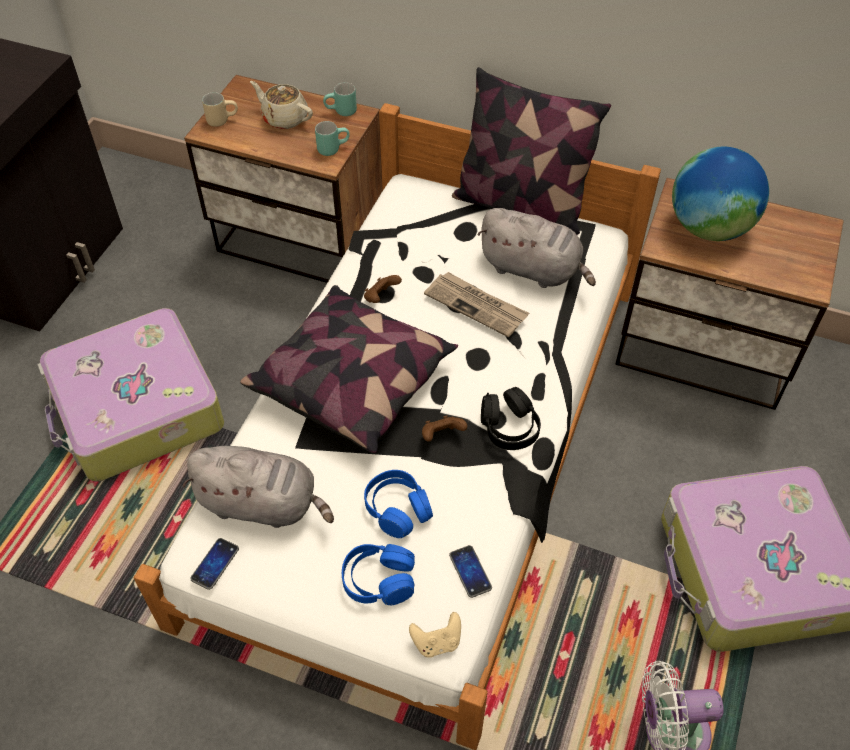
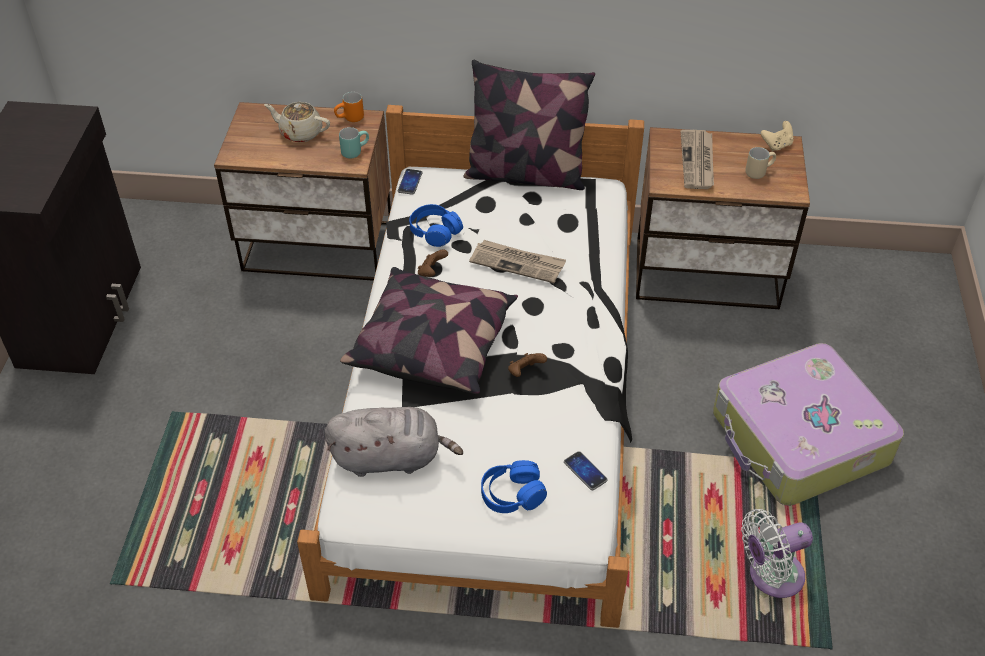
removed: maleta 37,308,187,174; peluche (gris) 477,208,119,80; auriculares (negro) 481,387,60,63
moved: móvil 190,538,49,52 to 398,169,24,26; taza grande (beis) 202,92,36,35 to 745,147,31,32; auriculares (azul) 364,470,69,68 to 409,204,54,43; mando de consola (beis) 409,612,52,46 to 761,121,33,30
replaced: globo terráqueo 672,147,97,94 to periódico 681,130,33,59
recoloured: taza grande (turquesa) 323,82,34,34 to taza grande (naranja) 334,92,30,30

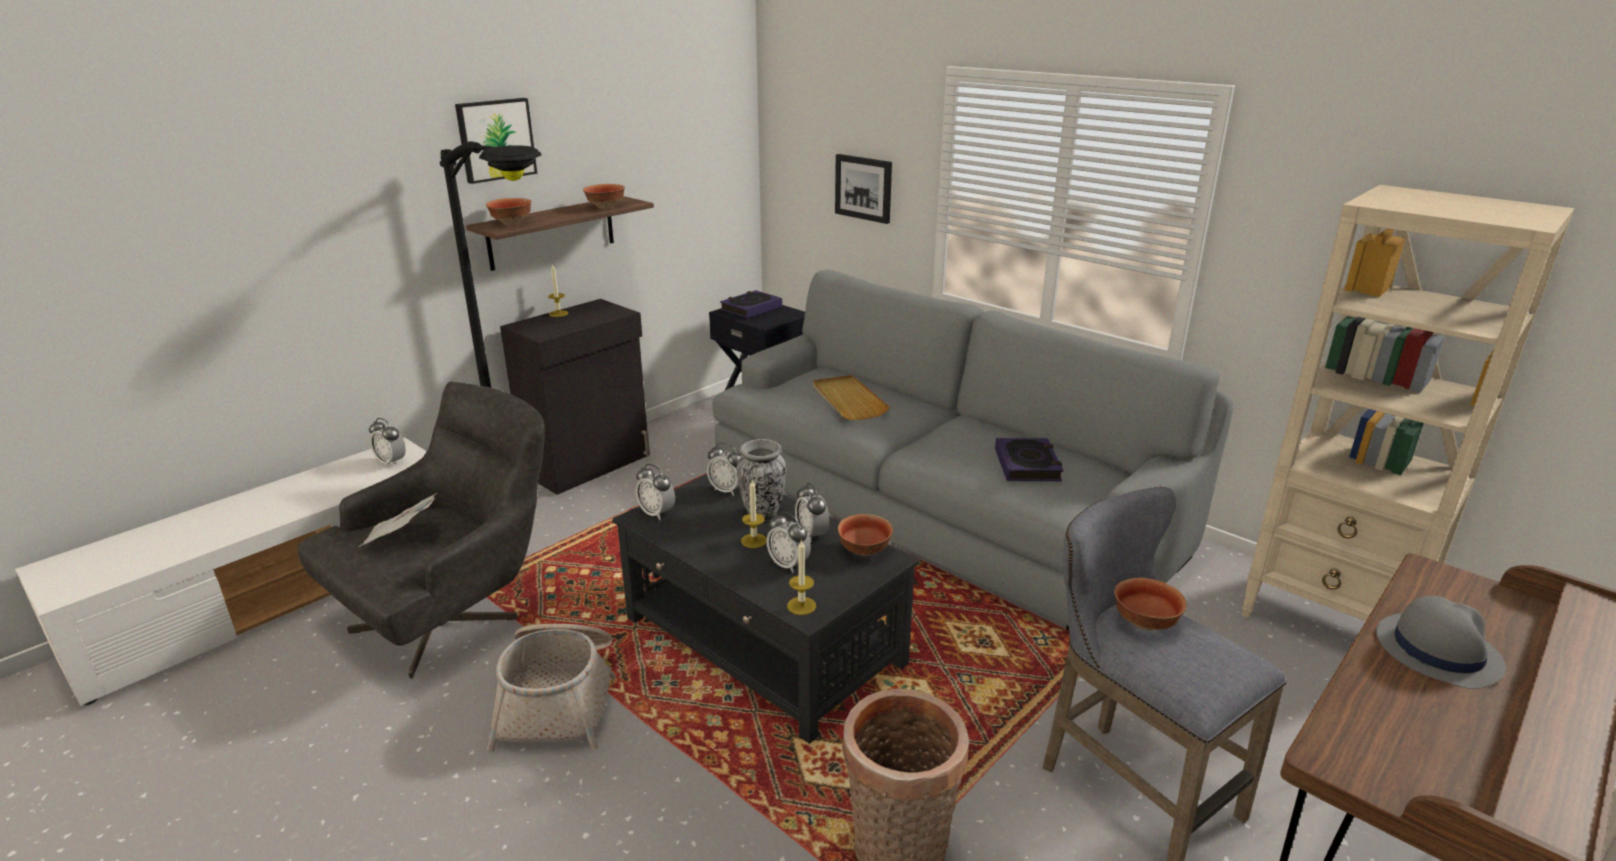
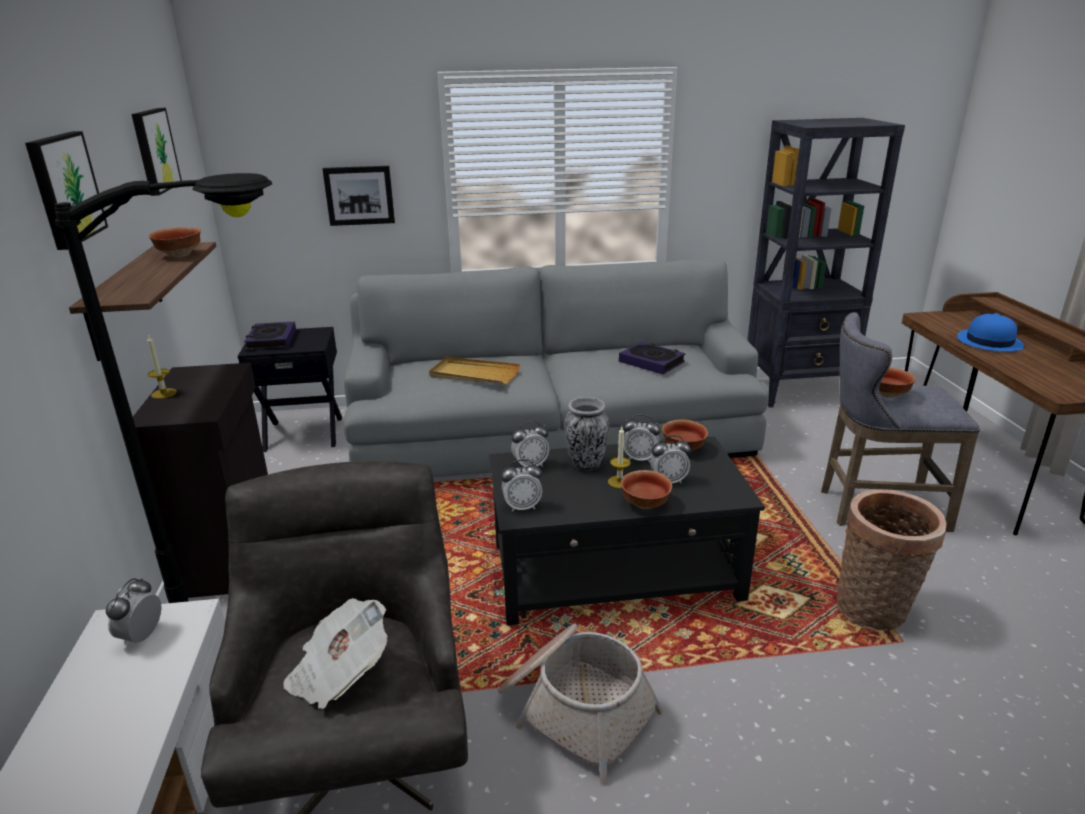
removed: vela 787,539,29,76
added: cuadro 131,108,51,88
moved: cuenco 486,198,45,27 to 621,470,51,39
recoloured: estantería (beis) 1242,185,333,436 to estantería (negro) 747,118,158,290; sombrero (gris) 1376,596,130,93 to sombrero (azul) 957,313,67,39
turned: despertador 369,418,37,49 = 106,578,56,67 120 degrees clockwise

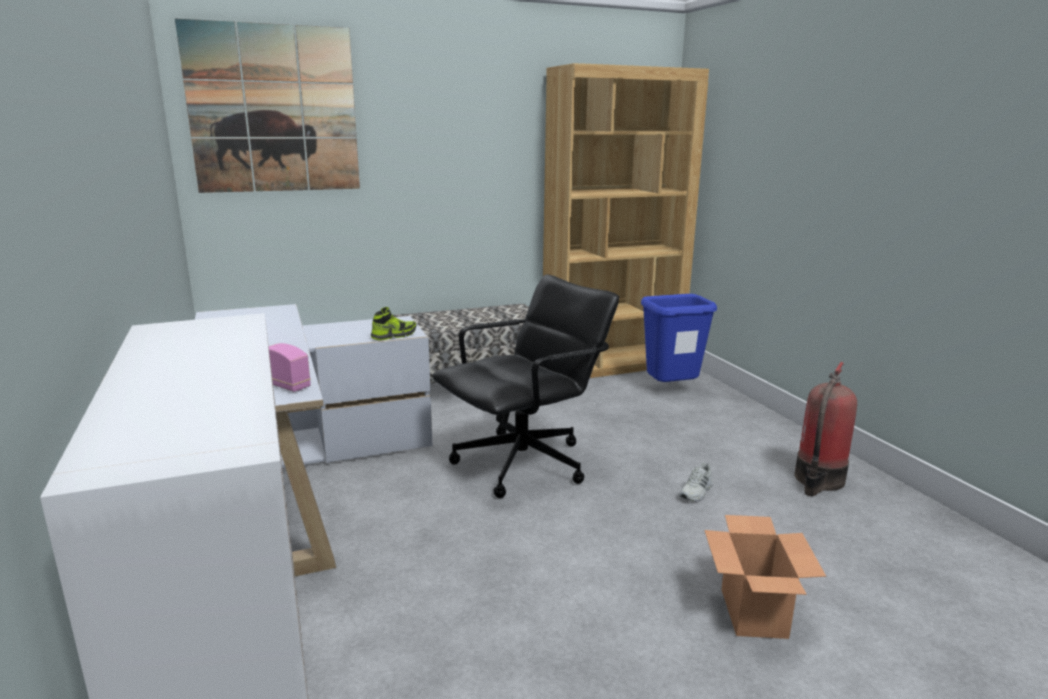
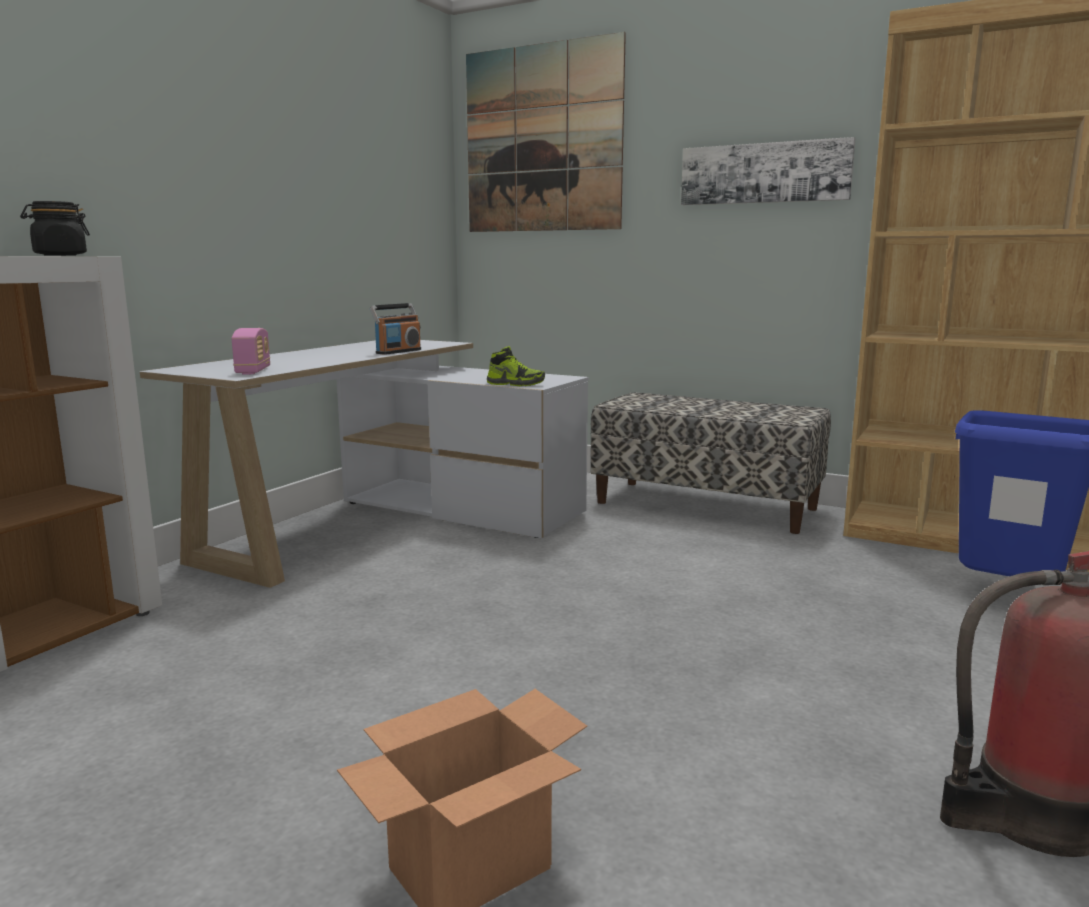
removed: silla de oficina (negro) 432,274,187,224; zapato (blanco) 679,462,34,39
added: tarro (negro) 20,201,70,55; radio 370,303,51,52; cuadro 681,137,174,68

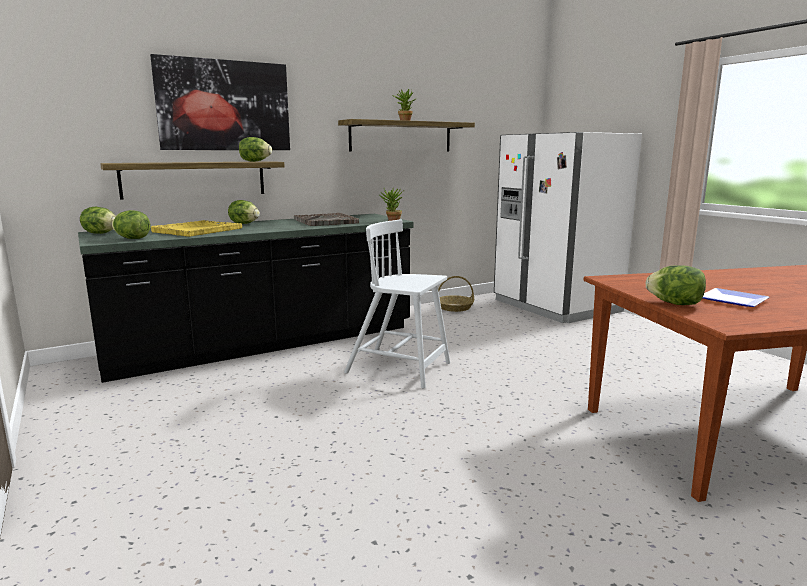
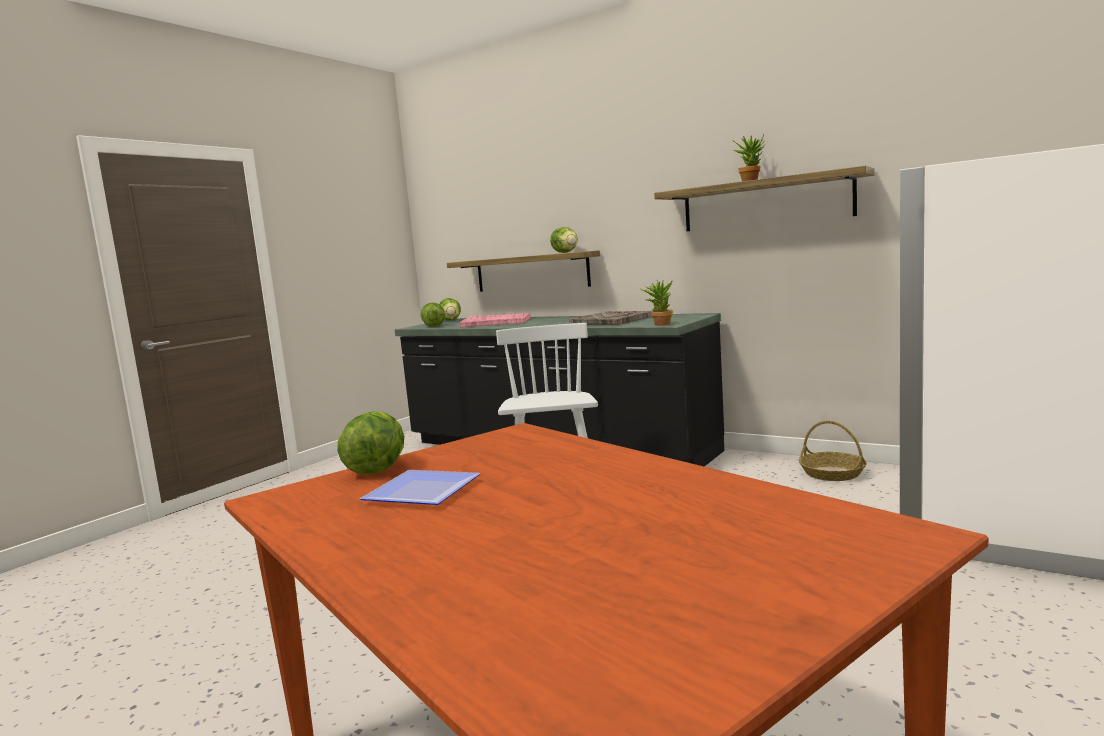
removed: cuadro 150,54,140,96; lechuga 228,200,32,24
recoloured: bandeja (amarillo) 151,220,91,17 to bandeja (rosa) 459,313,72,15

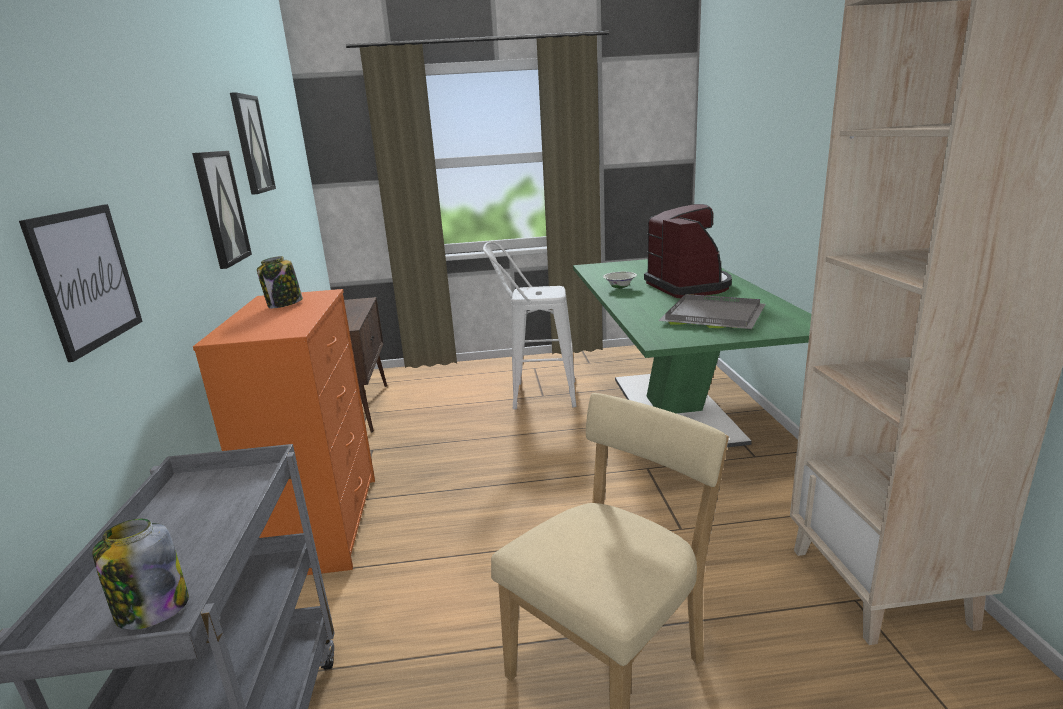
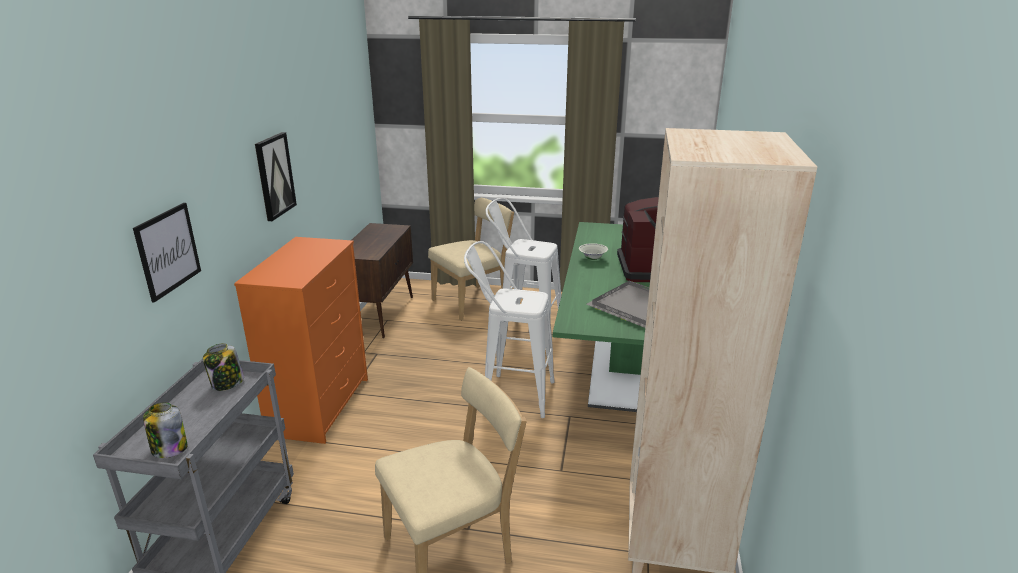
removed: cuadro 230,92,46,103
added: silla (beis) 428,198,86,122; taburete (blanco) 464,241,91,177
moved: tarro 257,256,46,52 to 203,343,41,48

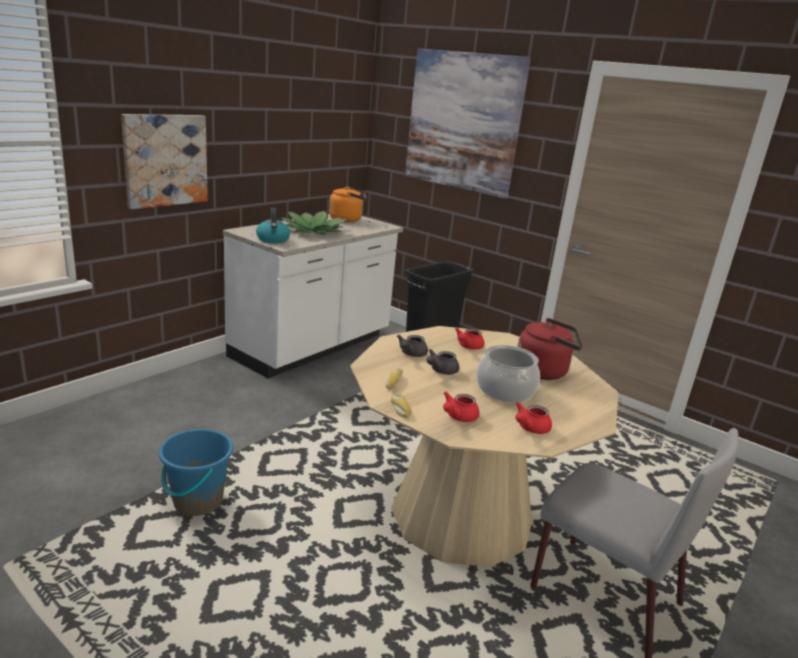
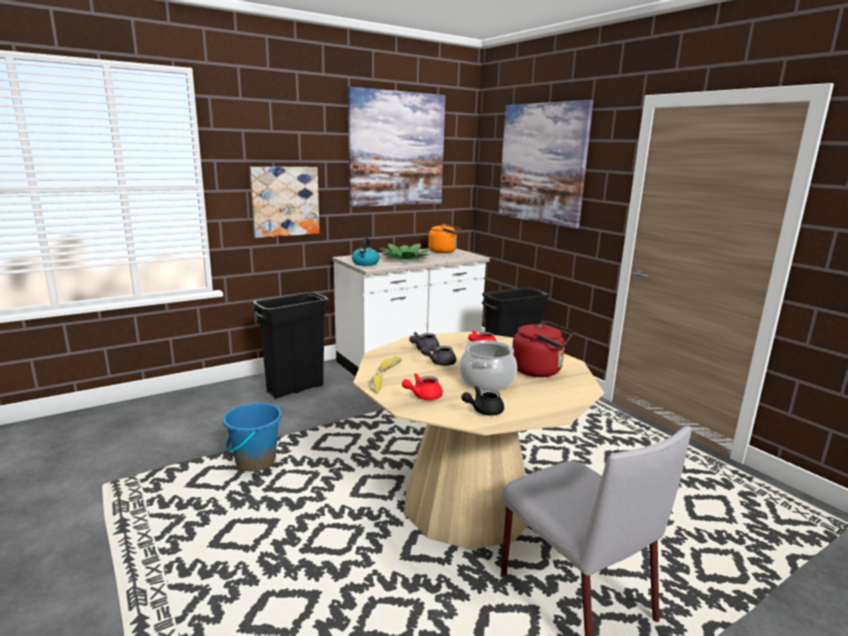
added: papelera (negro) 253,292,76,107; cuadro 348,87,98,120
recoloured: tetera (rojo) 516,402,36,32 to tetera (negro) 461,386,43,30

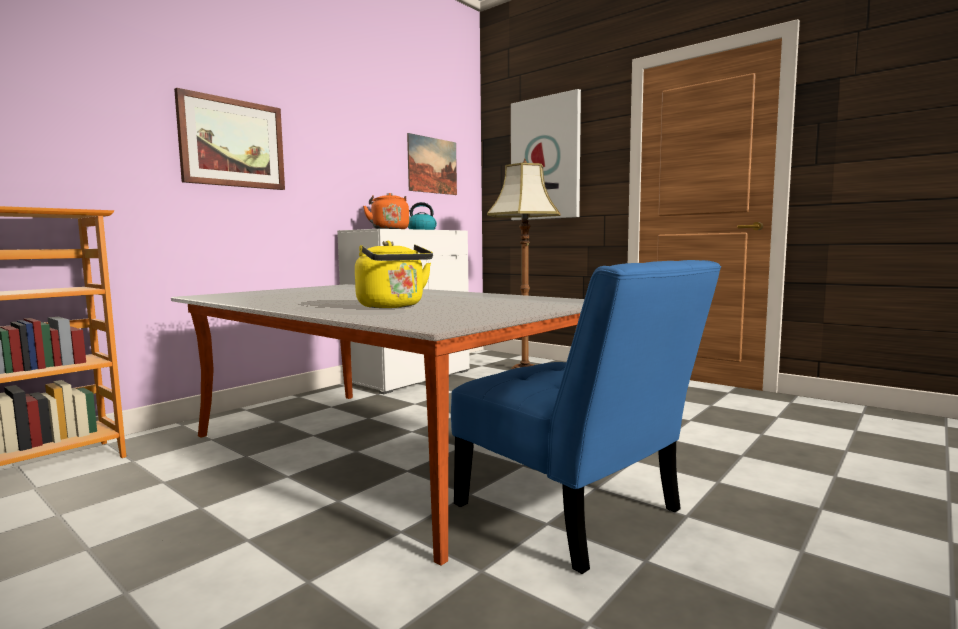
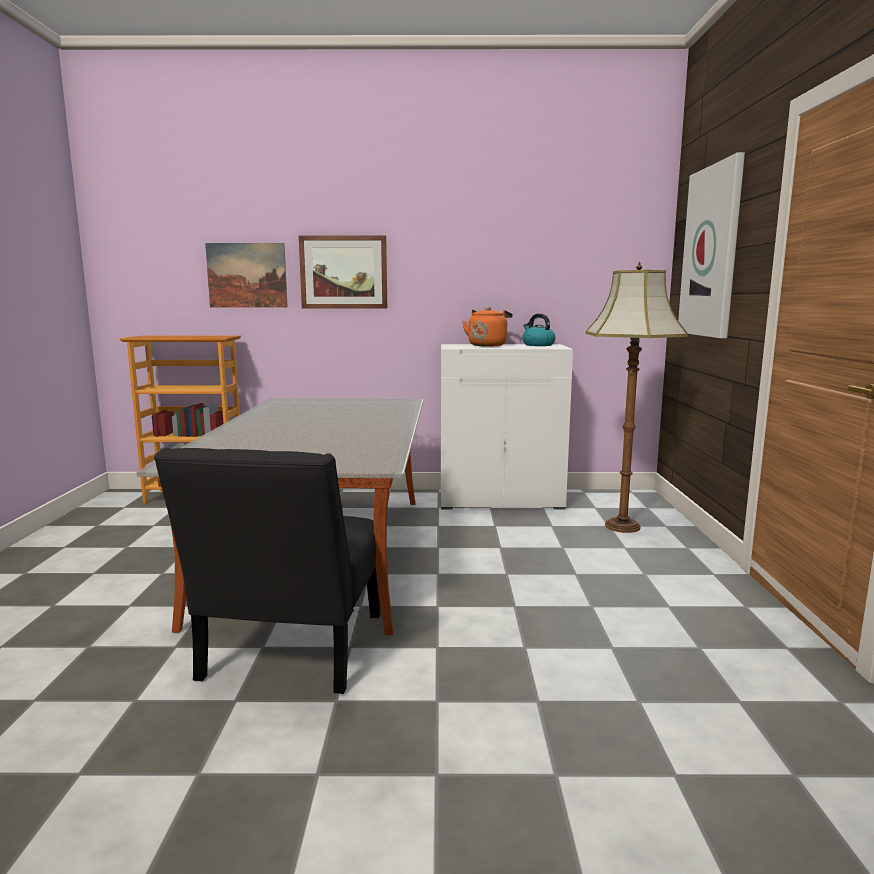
removed: hervidor (amarillo) 355,241,78,67
moved: cuadro 407,133,50,62 to 205,243,83,64
recoloured: silla (azul) 451,260,270,314 to silla (negro) 154,448,227,246

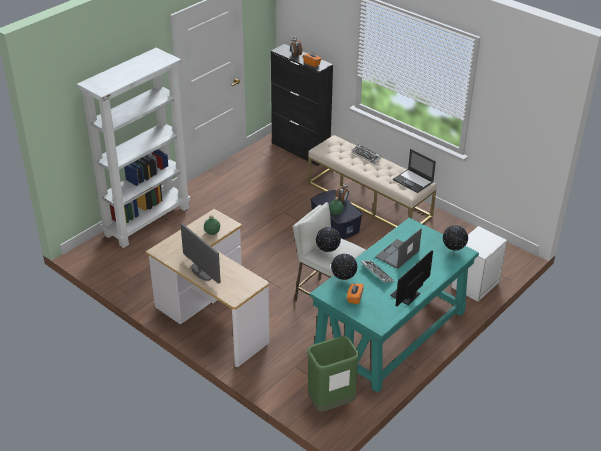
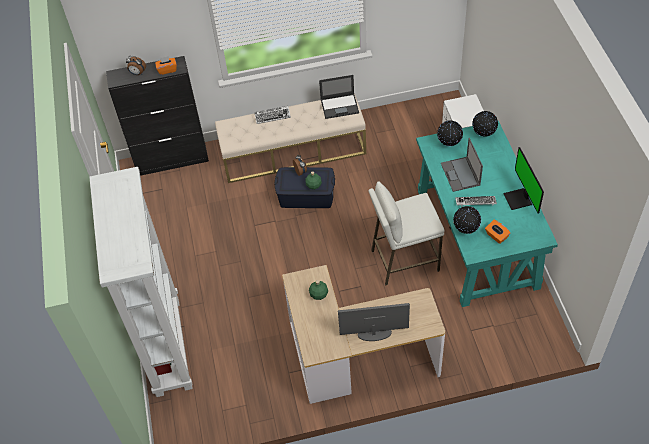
removed: papelera (verde) 307,336,52,75
moved: globo terráqueo 316,227,25,25 to 437,120,26,26

